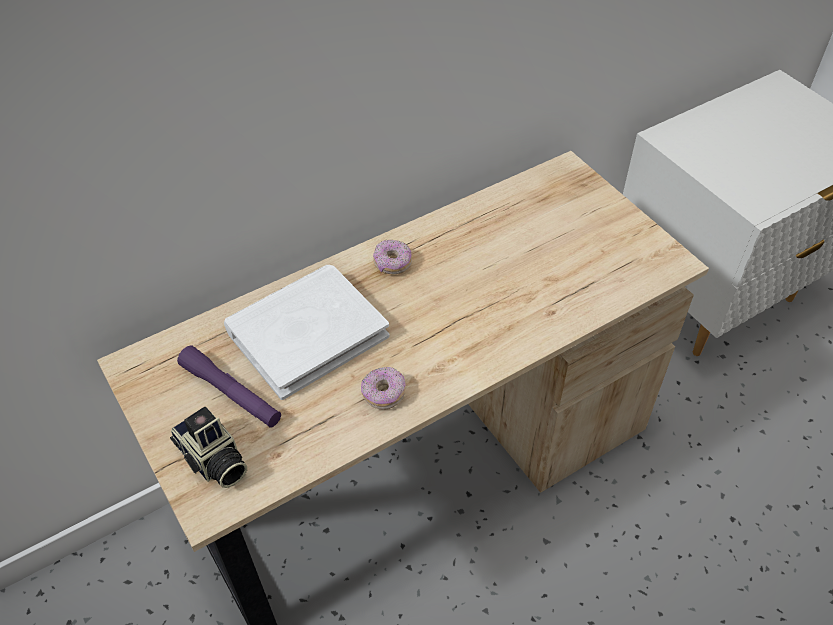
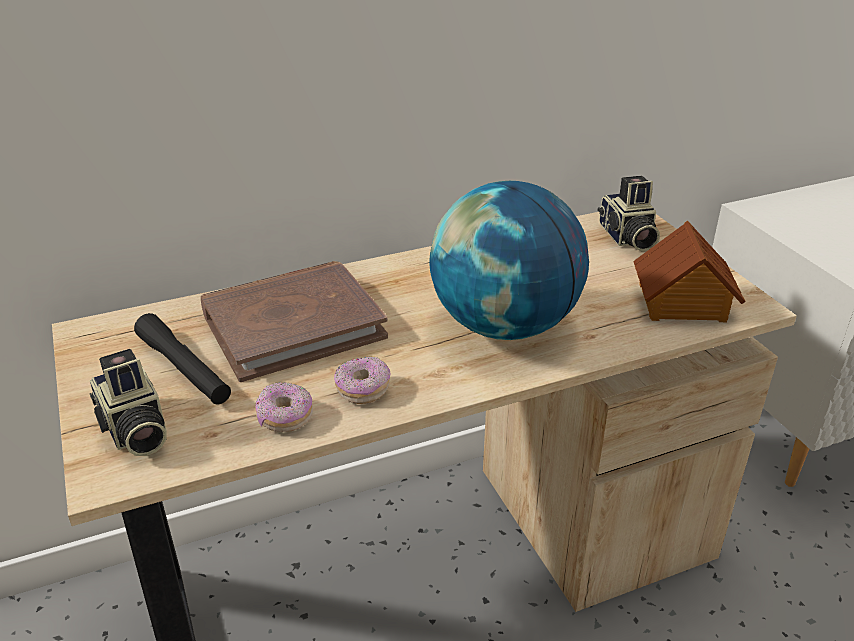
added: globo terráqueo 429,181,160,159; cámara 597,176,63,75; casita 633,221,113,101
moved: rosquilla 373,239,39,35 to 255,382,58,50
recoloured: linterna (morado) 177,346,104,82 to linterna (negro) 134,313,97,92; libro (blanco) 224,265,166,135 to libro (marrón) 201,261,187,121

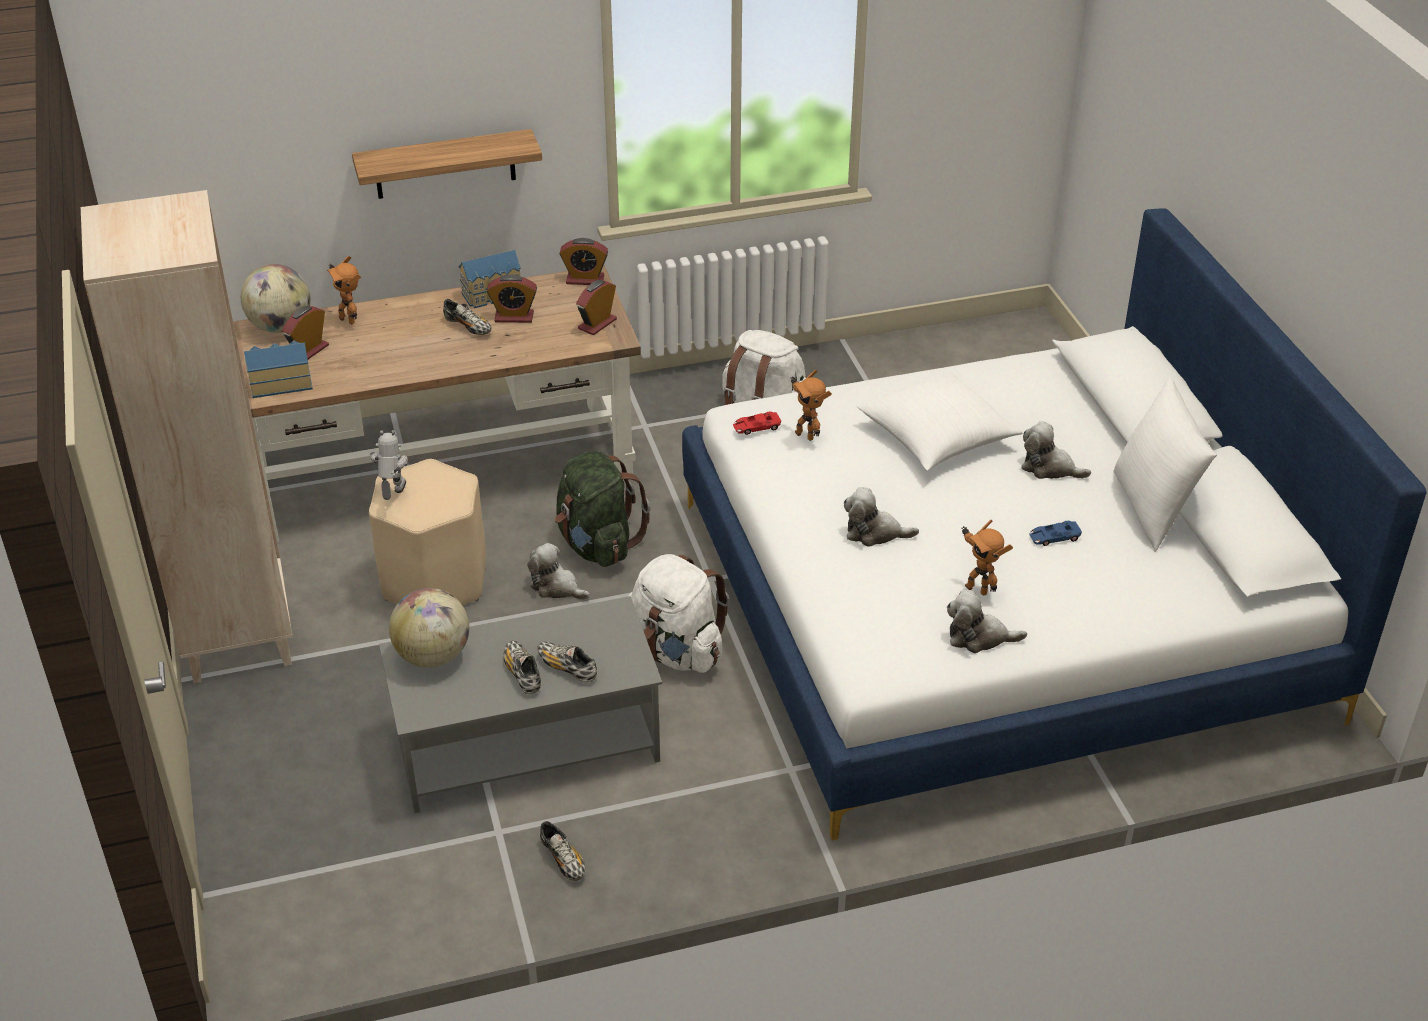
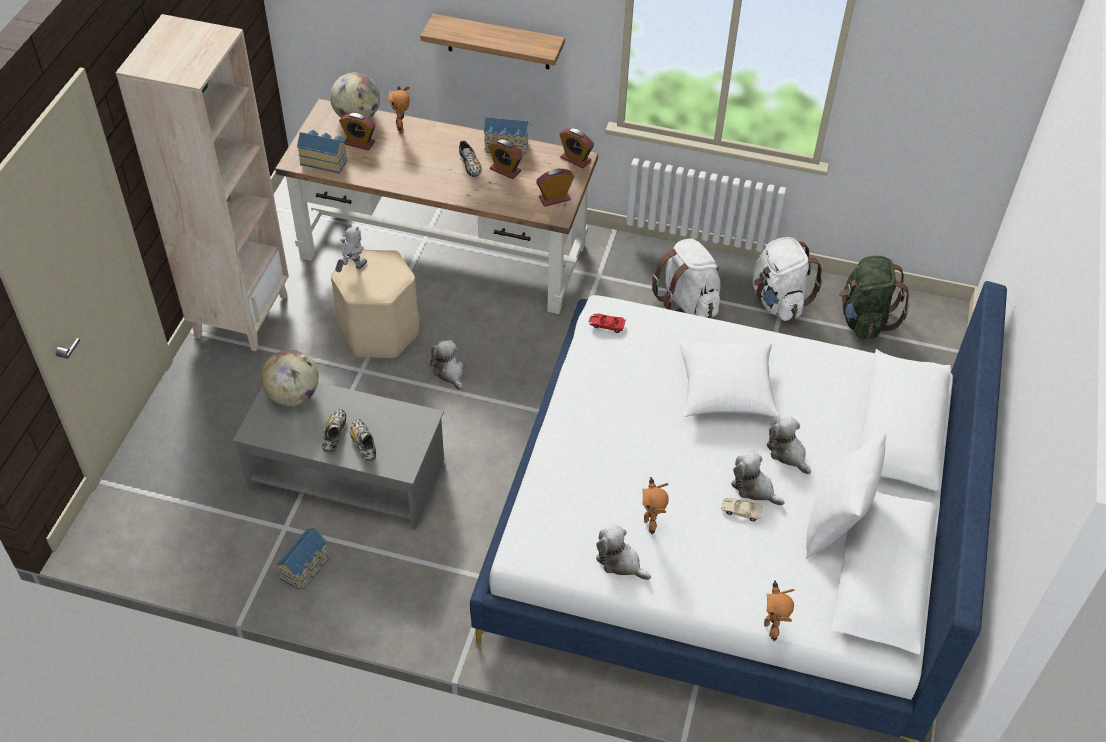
moved: mochila (verde) 555,451,95,116 to 839,256,70,83; mochila (blanco) 628,554,101,119 to 753,237,70,84; robot de juguete 791,370,41,71 to 764,581,31,60; peluche 844,487,75,60 to 731,452,54,53
replaced: zapato 540,821,46,60 to casita 276,528,54,61
recoloured: coche de juguete (azul) 1029,521,53,25 to coche de juguete (beis) 721,498,42,23
turned: despertador 282,306,47,53 = 339,113,36,37 135 degrees counterclockwise

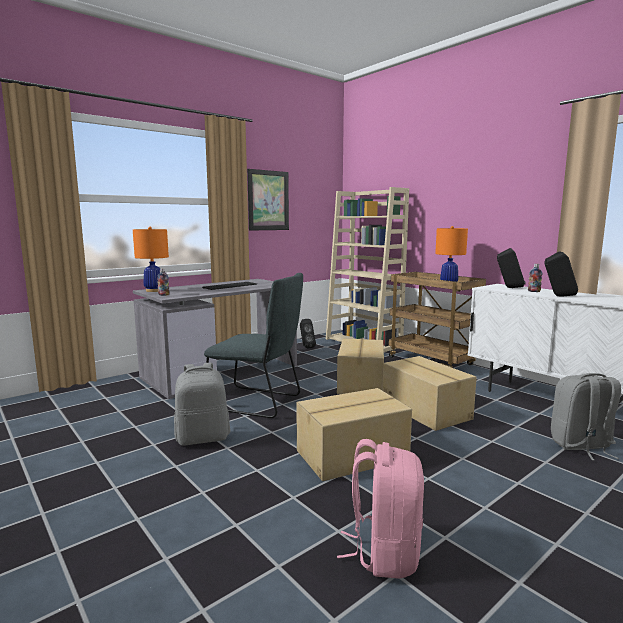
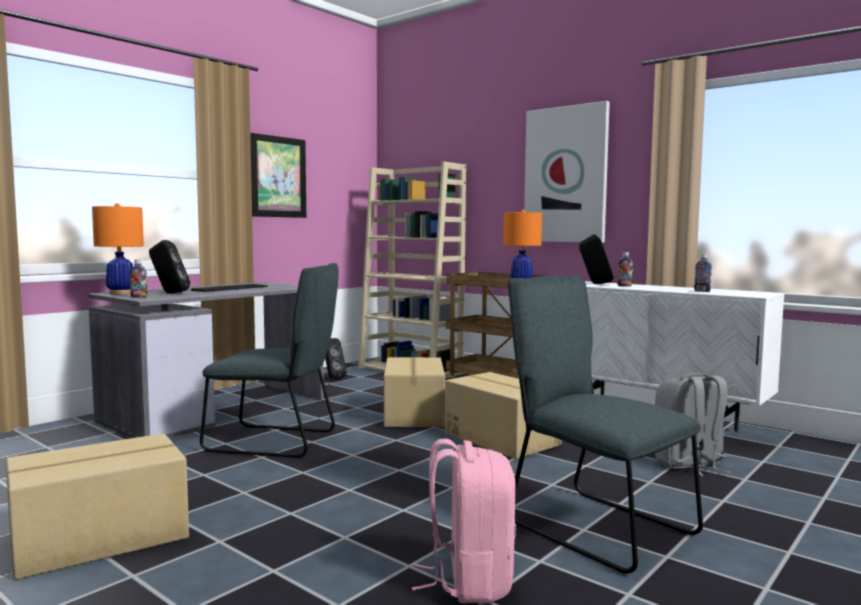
removed: mochila (gris) 174,363,57,83
added: silla (gris) 508,275,195,298; cuadro 524,101,86,142; botella 694,254,18,38
moved: caja de cartón 296,388,116,93 to 5,433,184,147; altavoz (negro) 545,251,33,46 to 149,240,41,53

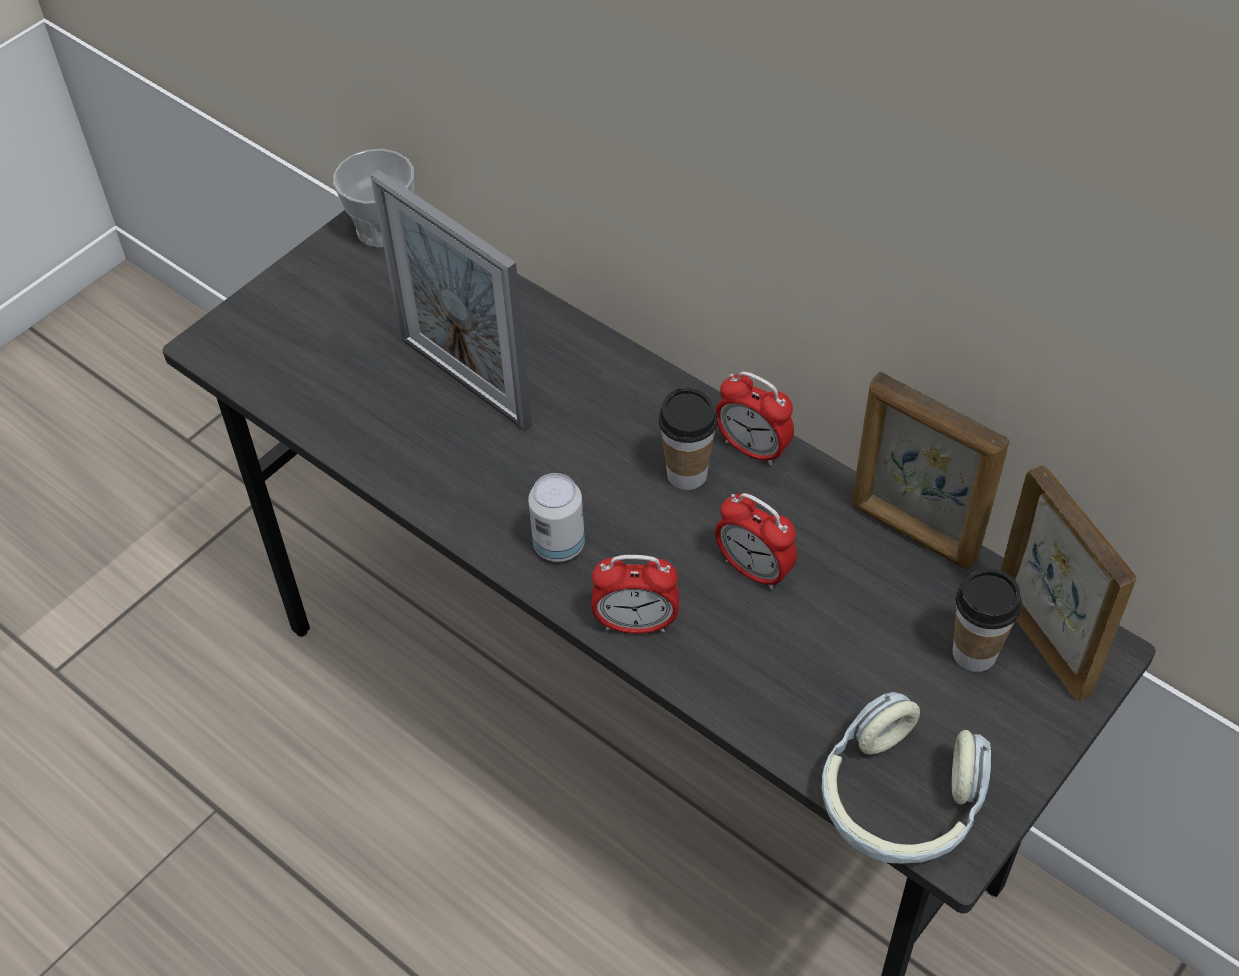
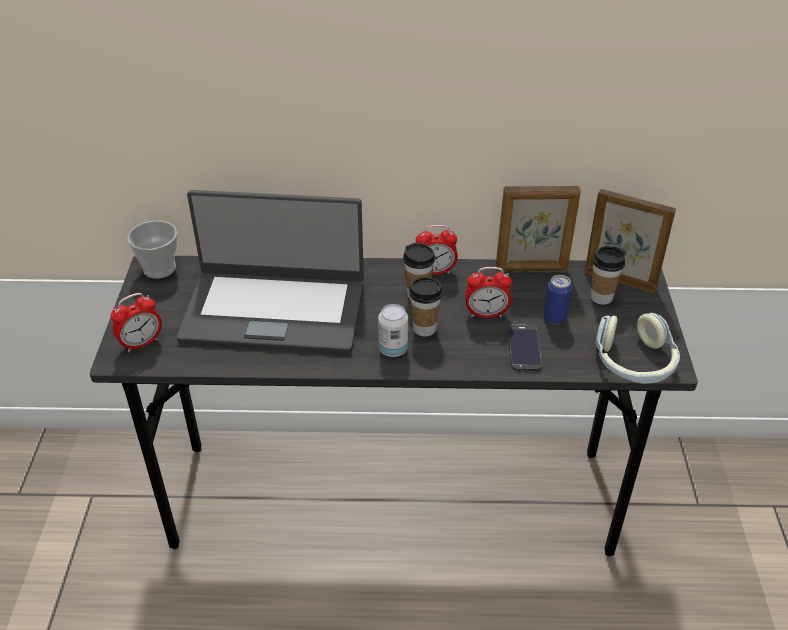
added: taza 409,277,33,60; móvil 508,325,34,46; lata 544,275,28,50
moved: despertador 591,555,88,79 to 111,293,51,59
replaced: portarretratos 371,170,161,261 to portátil 176,190,188,163

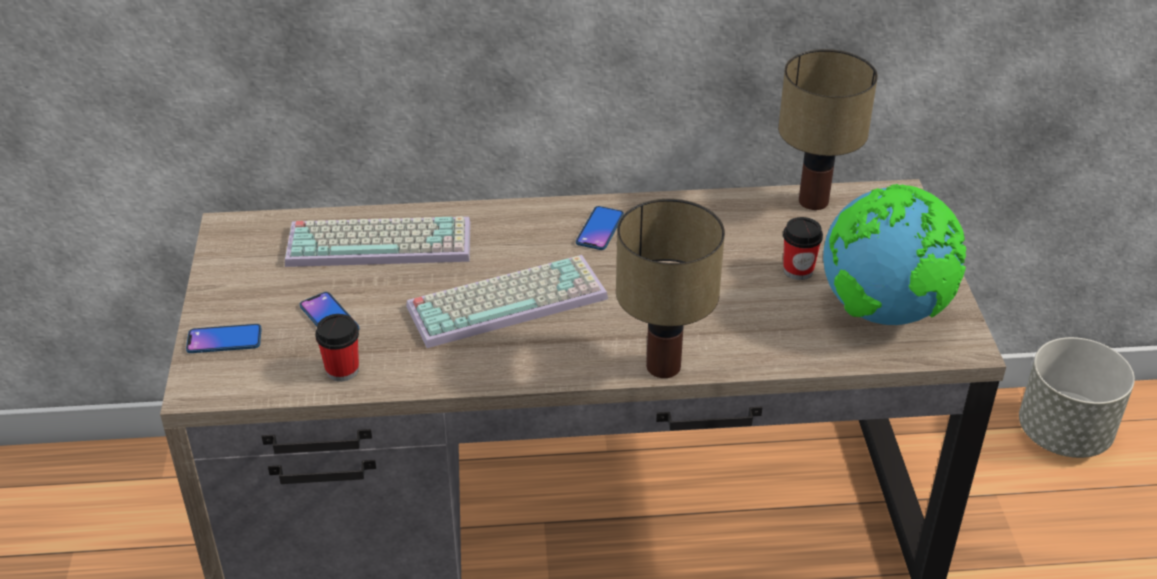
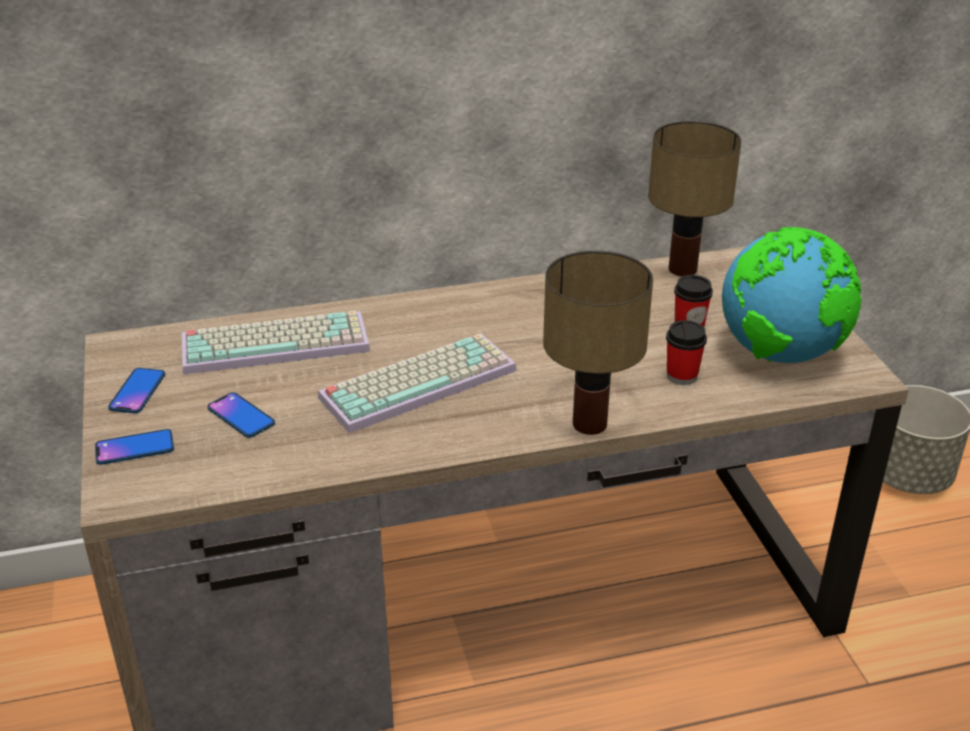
moved: taza 315,314,44,68 to 666,320,41,65; móvil 576,206,48,44 to 108,368,57,45

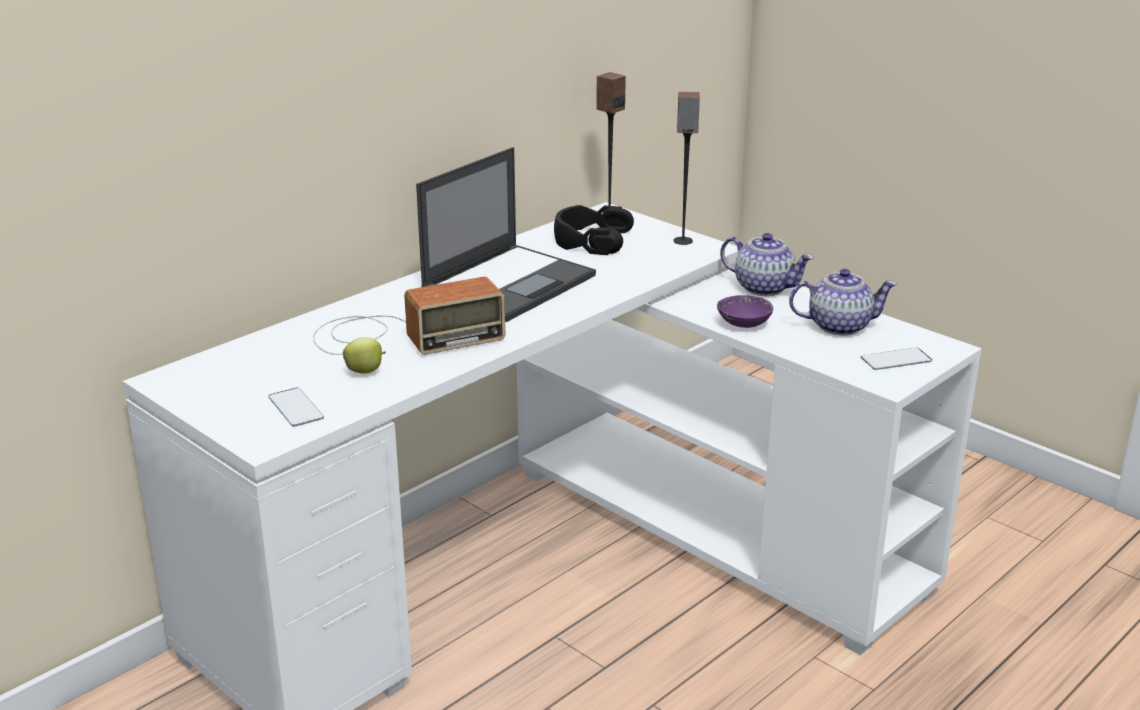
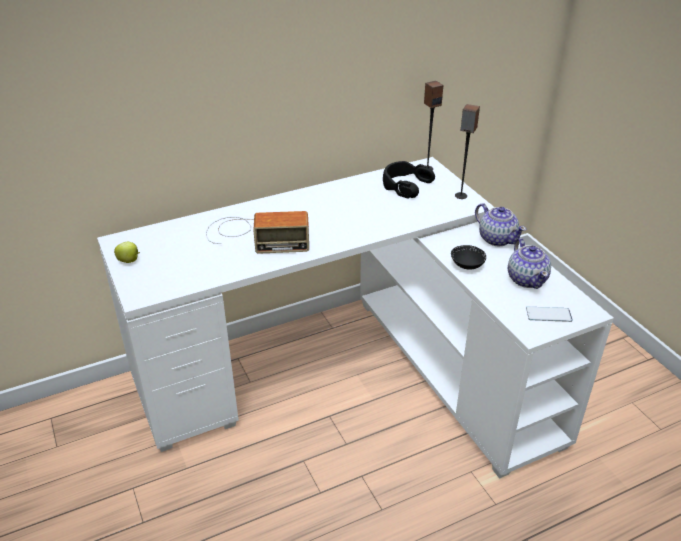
removed: móvil 268,387,56,39; portátil 416,147,180,175
moved: manzana 343,337,43,37 to 114,242,26,21
recoloured: cuenco (morado) 717,295,56,33 to cuenco (negro) 451,245,35,25
turned: tetera 789,269,108,67 = 508,238,43,51 60 degrees clockwise

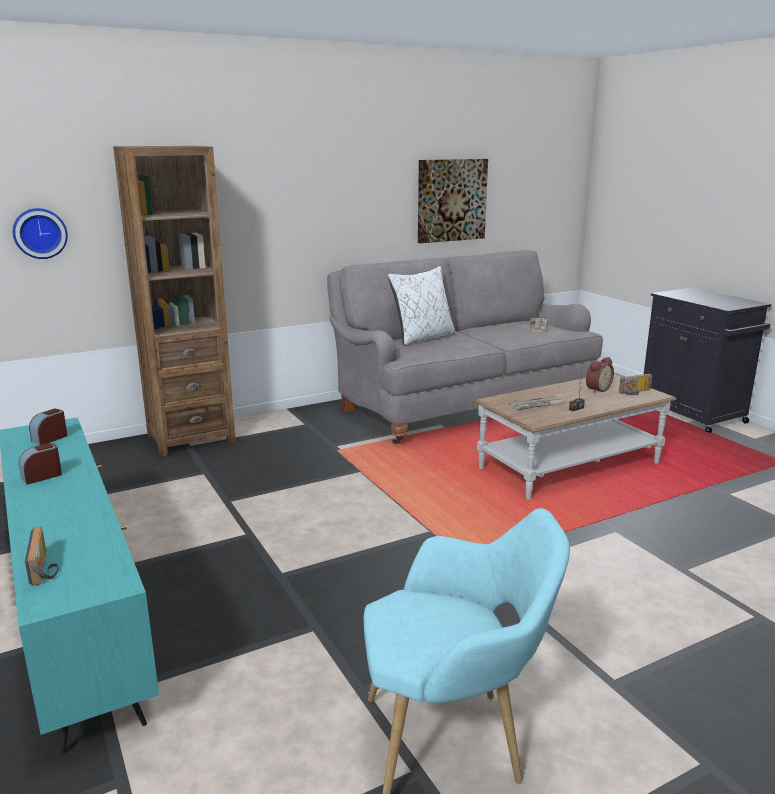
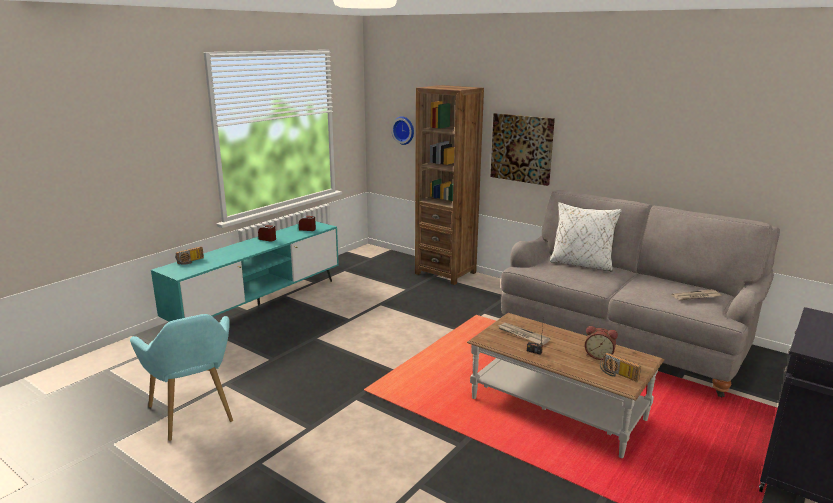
moved: cuadro 418,159,70,84 to 491,113,64,73

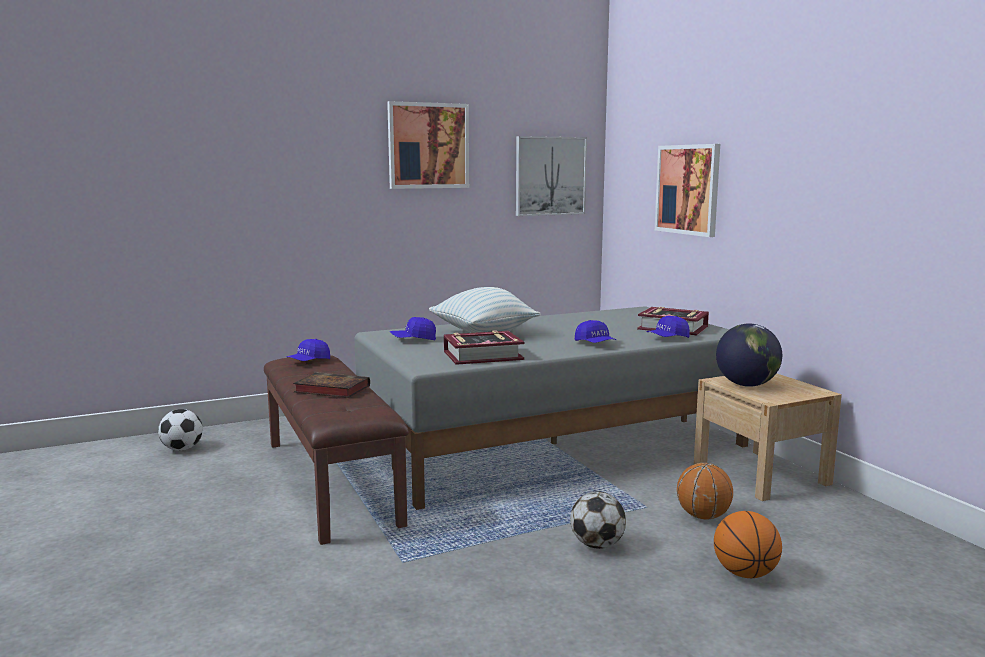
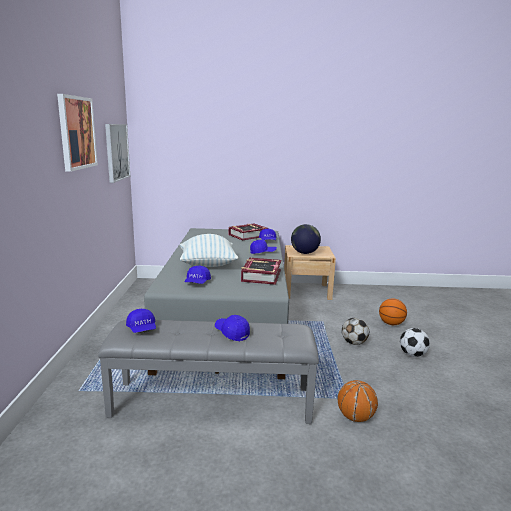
removed: cuadro 655,144,65,93
moved: balón de fútbol 158,409,45,42 to 400,328,30,29; balón de baloncesto 677,463,56,56 to 338,380,40,42
replaced: libro 293,372,77,26 to gorra (azul) 215,315,35,26
recoloured: banco (marrón) 264,355,145,190 to banco (gris) 98,320,221,104

